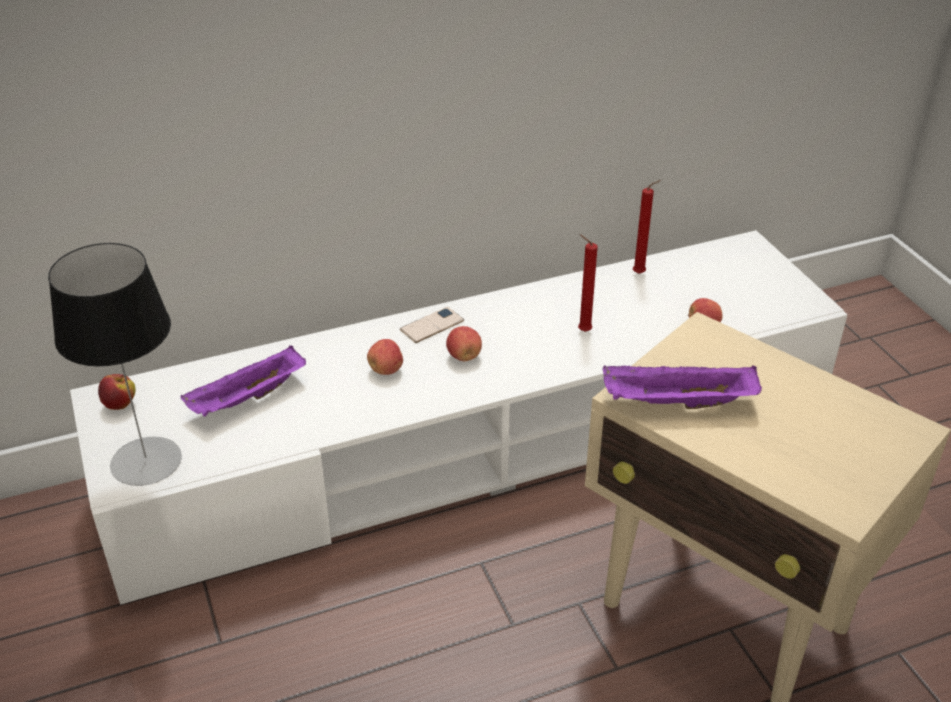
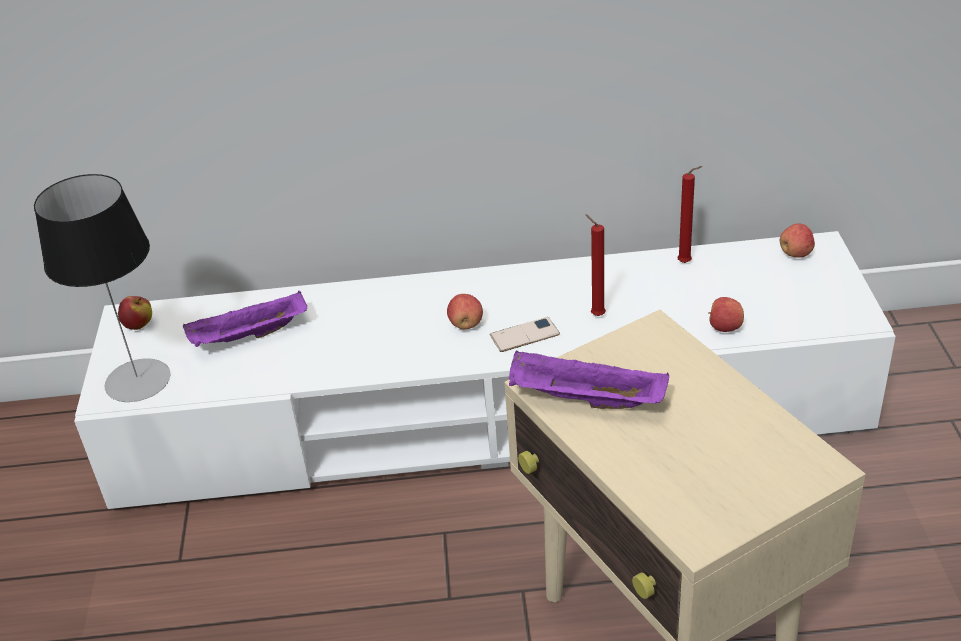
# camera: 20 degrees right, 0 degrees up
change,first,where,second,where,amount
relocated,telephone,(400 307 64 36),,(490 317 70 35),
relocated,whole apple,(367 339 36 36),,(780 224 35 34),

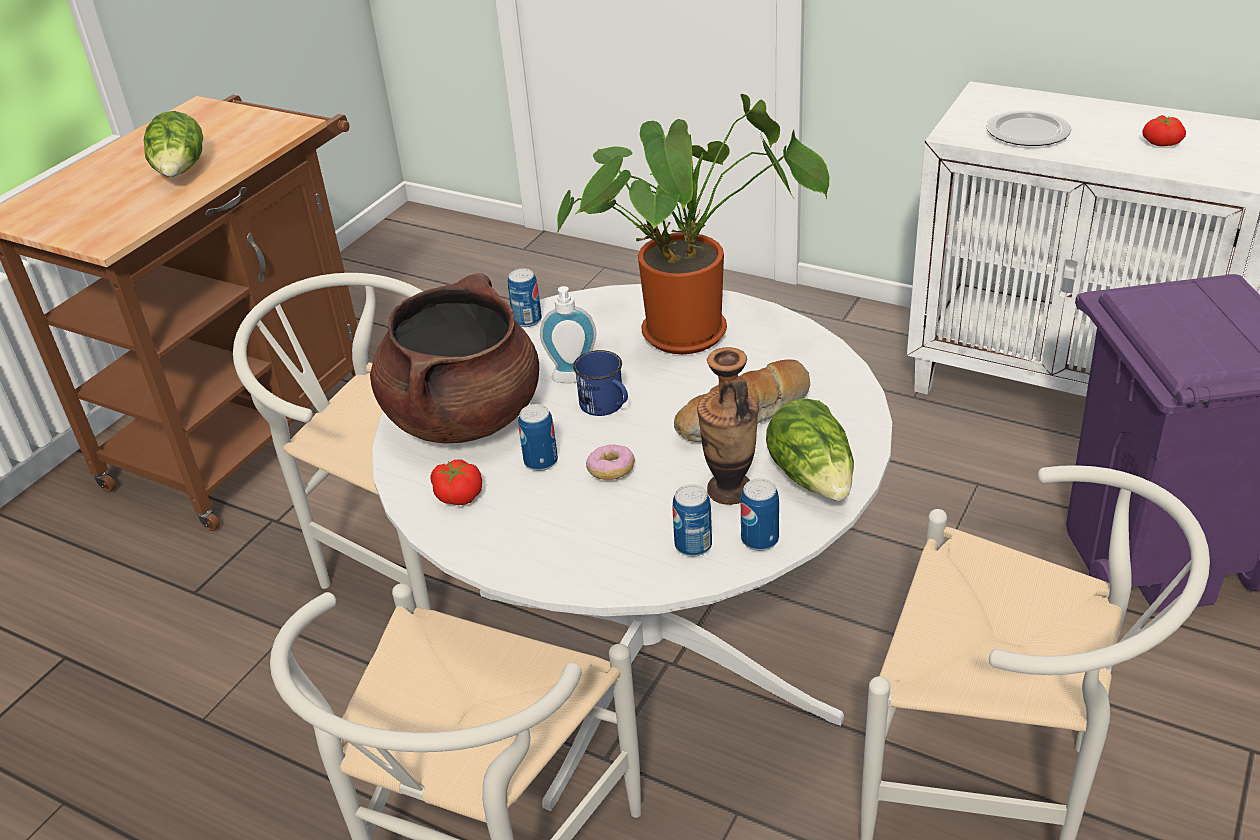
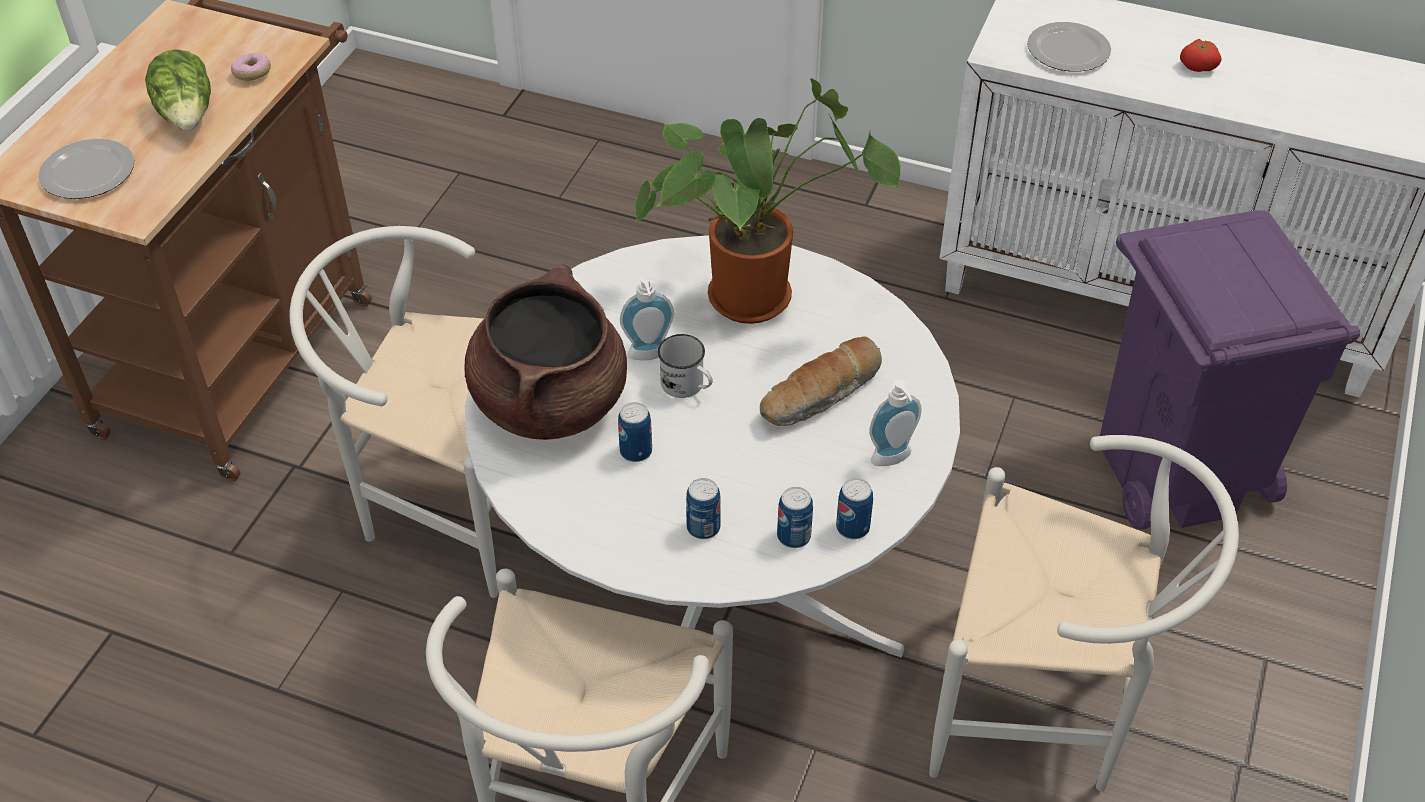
# camera: 10 degrees left, 10 degrees up
change,first,where,second,where,amount
appeared,,,plate,(38 139 96 60),
relocated,doughnut,(586 444 49 36),,(231 53 40 28),
colour,mug (blue),(573 350 55 66),mug (white-coloured),(658 334 55 64),
relocated,can,(508 268 34 59),,(686 478 35 61),
exchanged,lettuce head,(766 398 88 103),soap bottle,(869 379 52 87),
missing,tomato,(431 459 51 46),,,
missing,flower vase,(697 347 62 158),,,

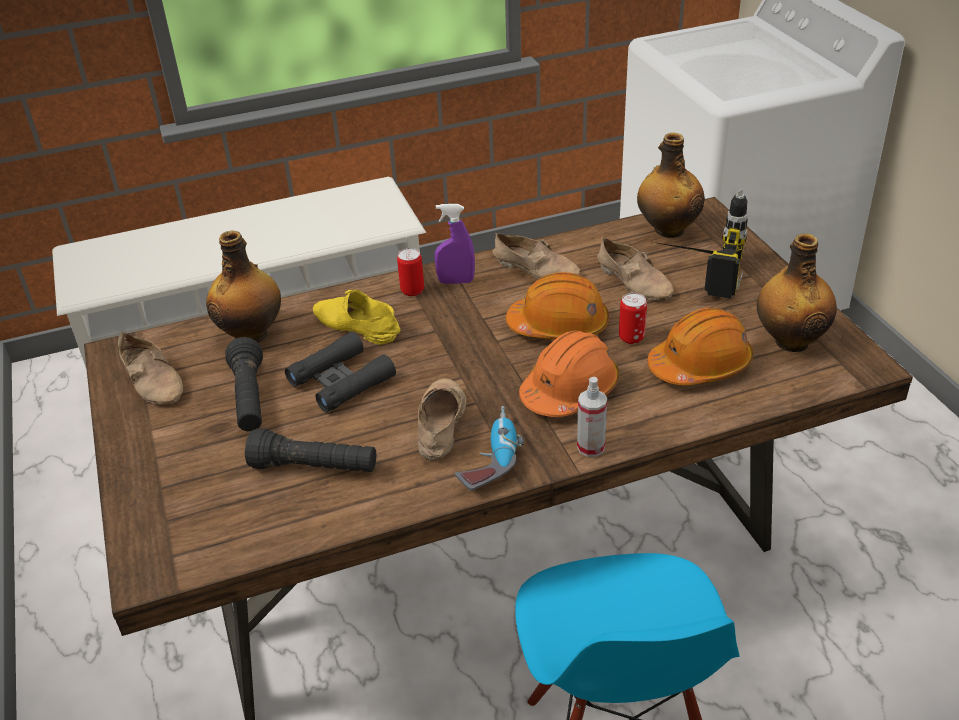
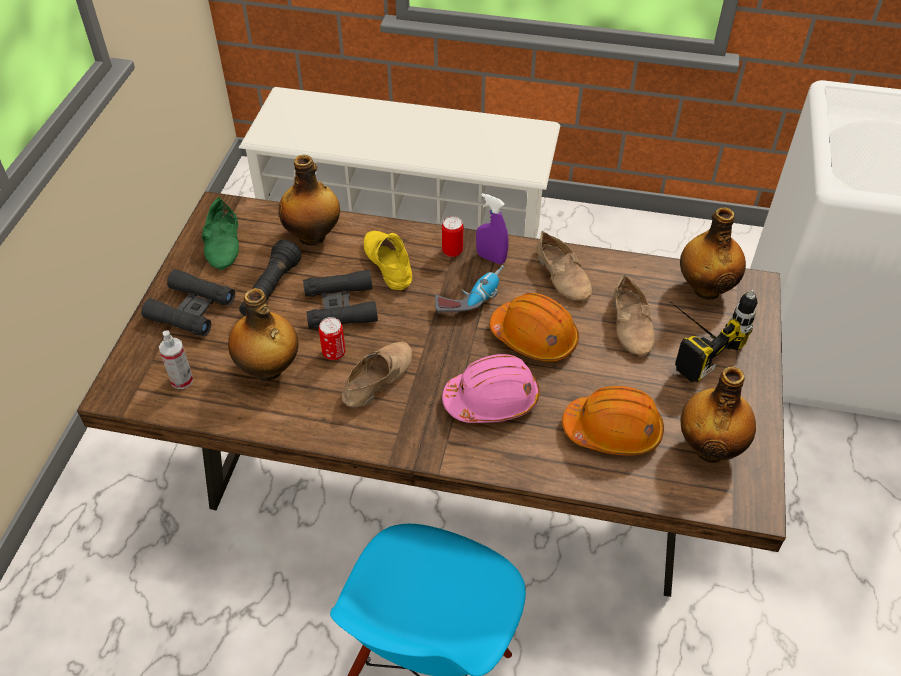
# camera: 30 degrees right, 10 degrees up
change,first,where,second,where,amount
appeared,,,field glasses (blackish),(141 269 94 67),
relocated,hand sprayer,(577 377 30 80),,(159 330 34 59),
colour,shoe (beige),(118 331 65 74),shoe (green-coloured),(202 197 37 73),
exchanged,torch (blackish),(245 428 131 44),beverage bottle,(228 288 70 92),
relocated,can,(619 293 28 51),,(319 317 26 43),
relocated,power drill,(455 406 69 85),,(435 265 69 47),
colour,work helmet (orange-coloured),(519 331 100 86),work helmet (pinkish),(442 354 98 69),

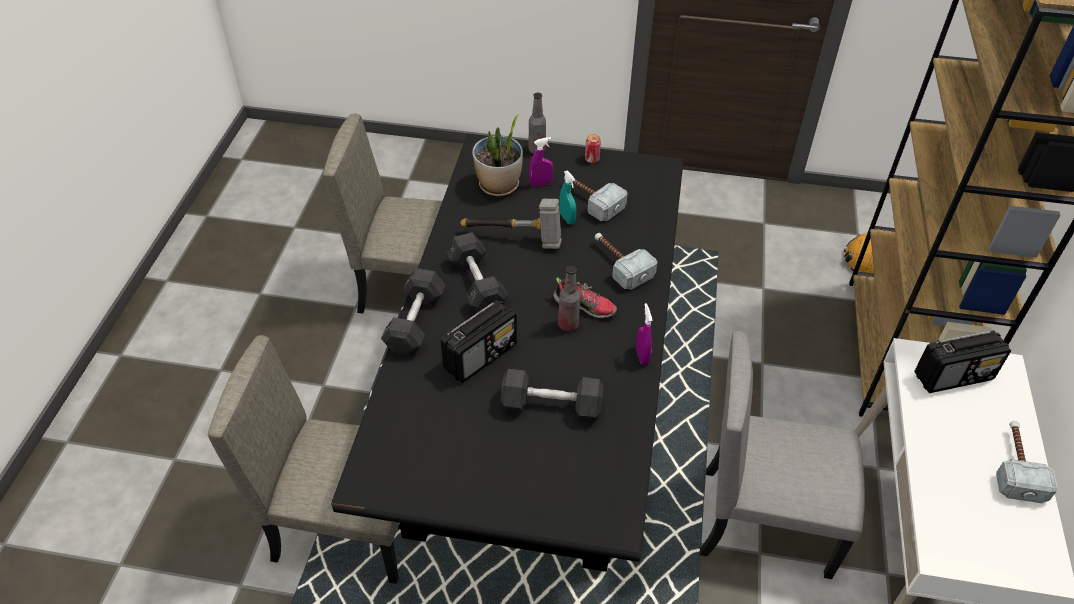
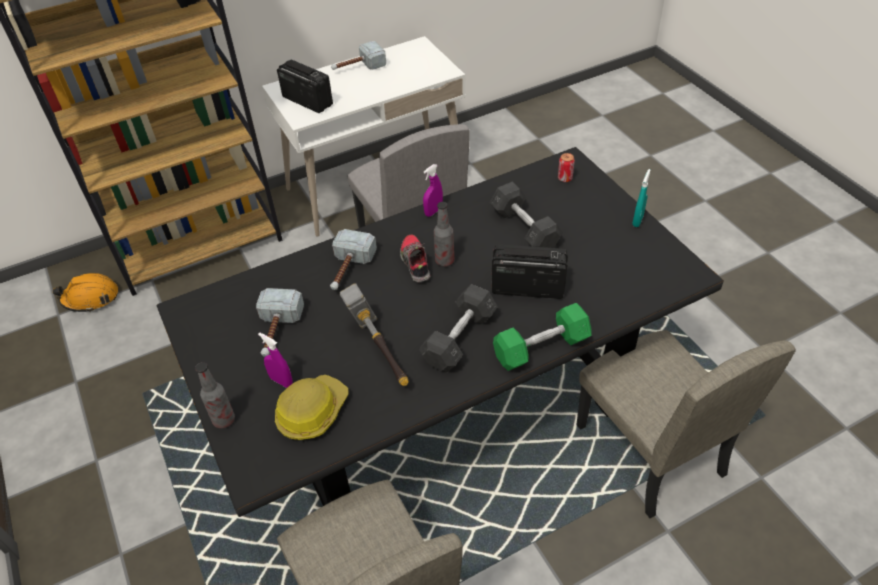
# camera: 125 degrees left, 0 degrees up
change,first,where,second,where,amount
exchanged,houseplant,(472 114 51 82),work helmet,(275 375 73 65),
colour,dumbbell (greyish),(381 268 64 88),dumbbell (green-coloured),(493 303 99 68),
relocated,can,(585 134 16 29),,(558 153 17 29),
relocated,hand sprayer (turquoise-coloured),(559 171 17 54),,(632 169 18 58),

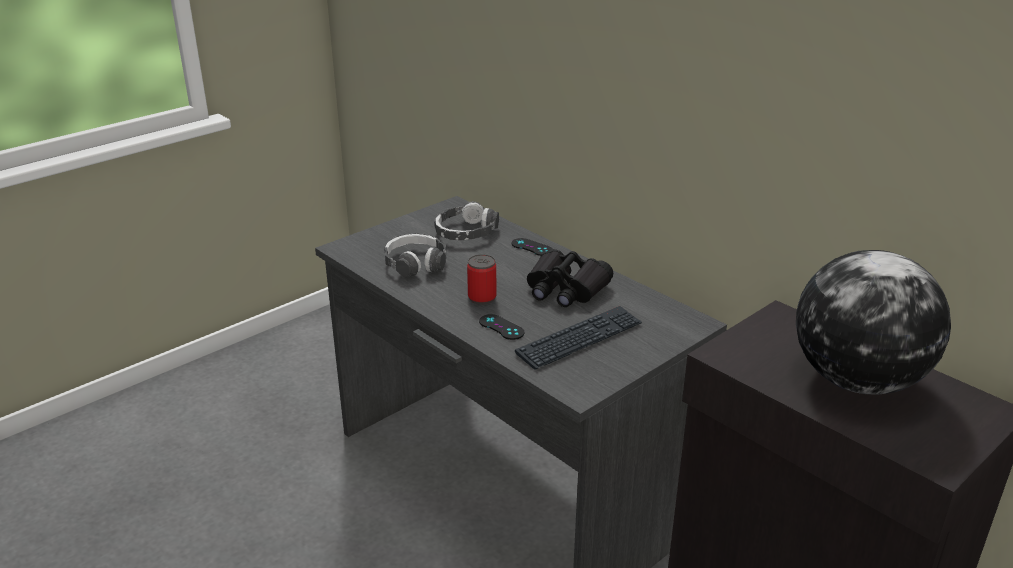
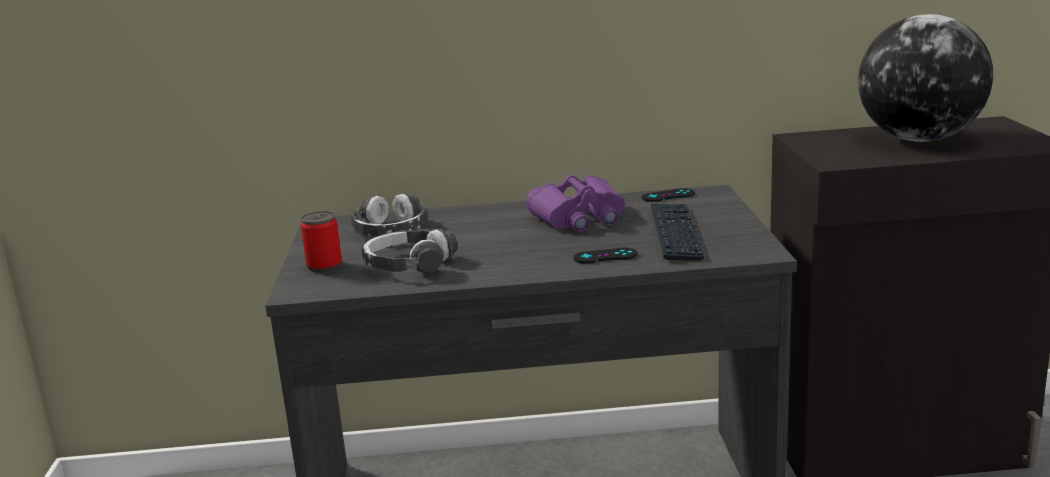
# camera: 50 degrees left, 10 degrees down
change,first,where,second,where,amount
relocated,can,(467 254 29 51),,(300 211 42 61),
colour,field glasses (blackish),(527 249 86 58),field glasses (purple),(526 175 99 57),
relocated,joypad (blackish),(511 238 42 18),,(642 188 53 14),

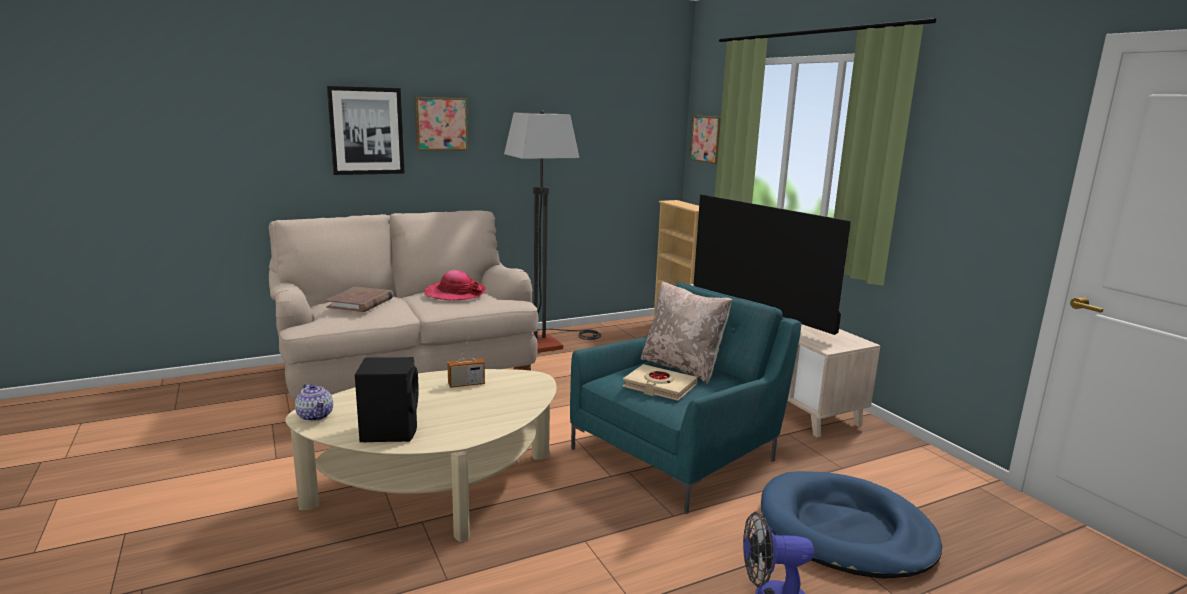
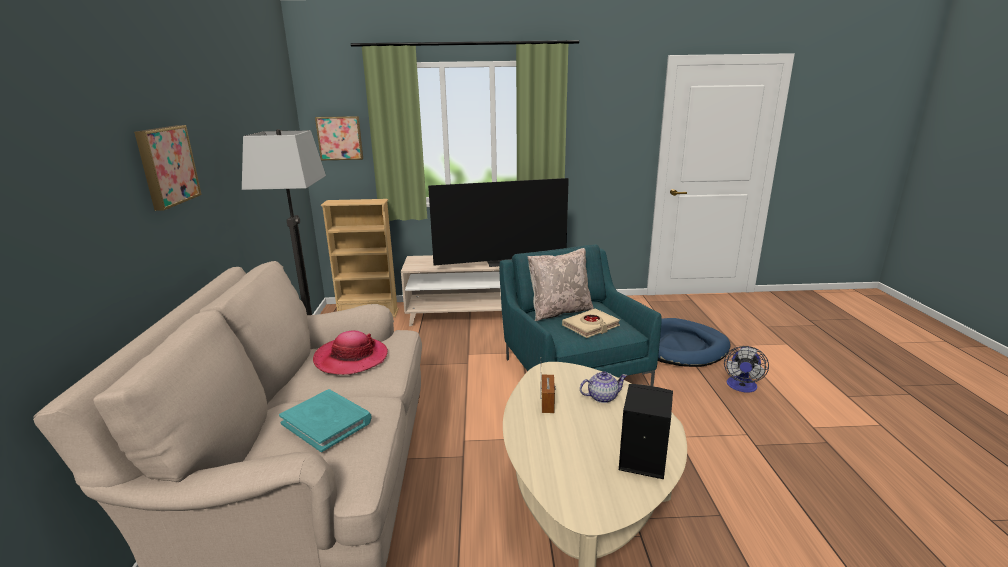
# camera: 65 degrees left, 5 degrees up
change,first,where,second,where,amount
colour,bound book (brown-coloured),(326 286 67 26),bound book (turquoise-coloured),(279 389 93 63),
relocated,pot for tea,(295 383 38 38),,(580 371 47 32),
missing,picture,(327 86 78 89),,,

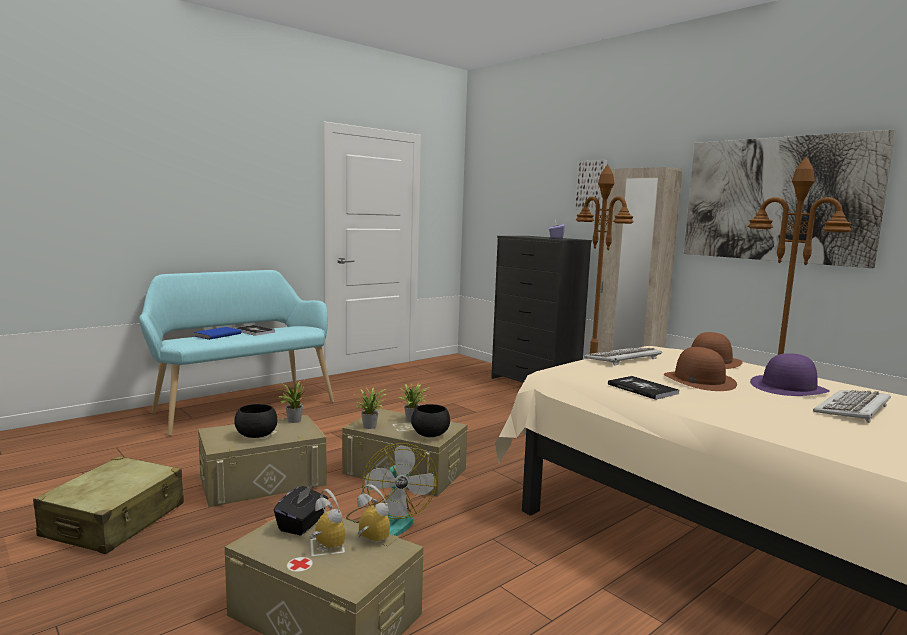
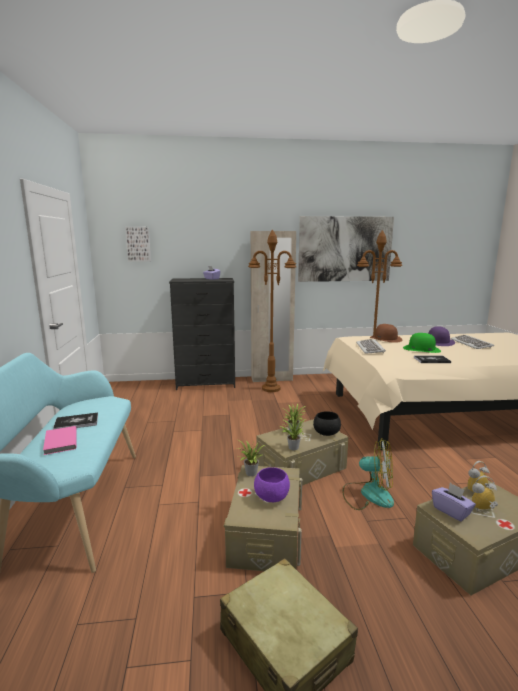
# camera: 55 degrees left, 5 degrees up
change,first,where,second,where,amount
colour,bound book (blue),(194 327 47 13),bound book (pinkish),(43 426 34 29),
relocated,picture,(575 160 32 50),,(125 227 26 35),
colour,bowl (blackish),(234 404 43 34),bowl (purple),(254 467 36 35),
colour,wearable hat (brown-coloured),(664 347 73 44),wearable hat (green-coloured),(403 333 38 20),
colour,tissue box (blackish),(274 484 54 52),tissue box (purple),(432 483 44 38),

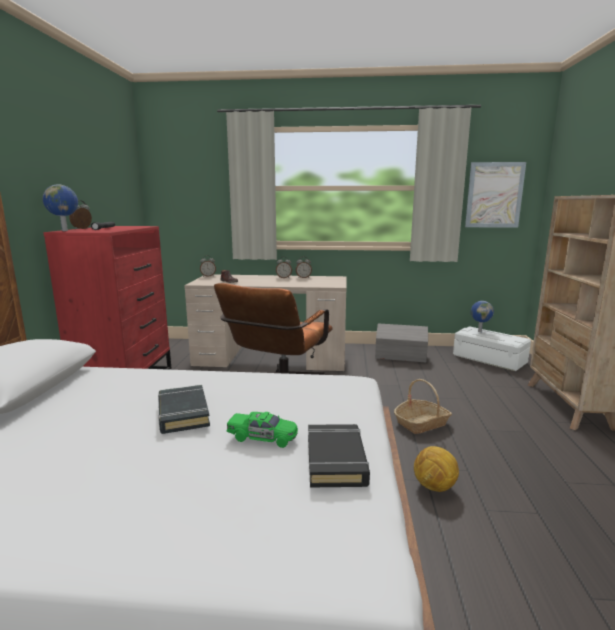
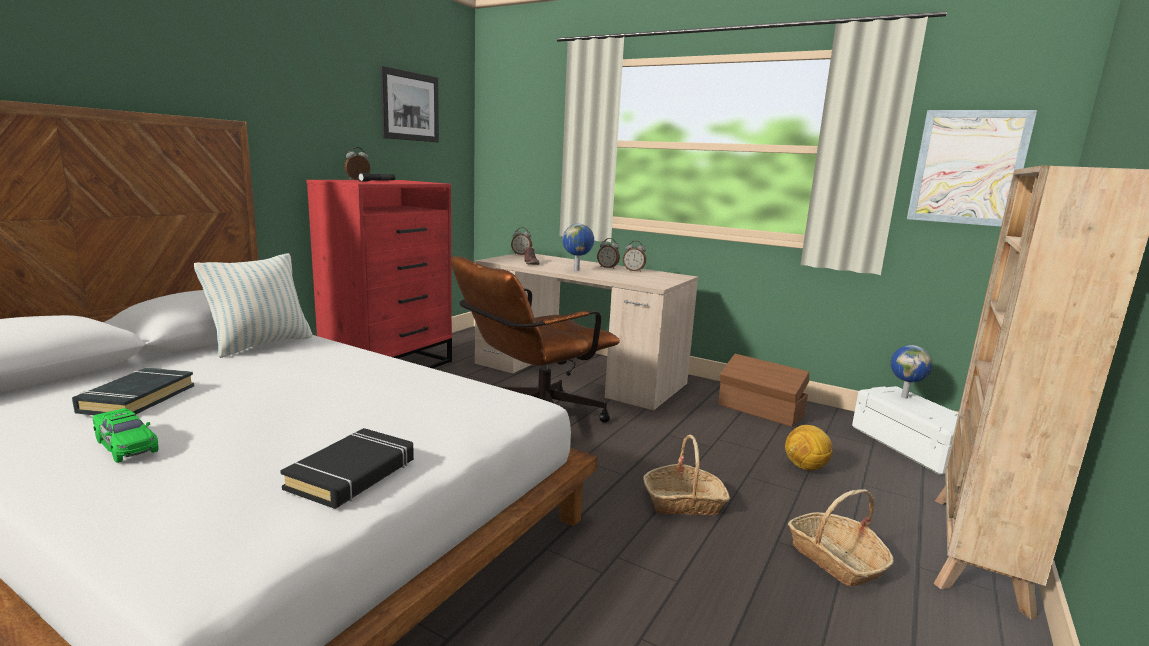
# camera: 25 degrees right, 0 degrees up
change,first,where,second,where,amount
relocated,bound book (blackish),(158 385 52 49),,(72 368 122 47),
relocated,toy car (green-coloured),(227 412 71 36),,(93 408 66 55),
appeared,,,throw pillow,(194 253 119 105),
appeared,,,picture,(380 66 59 76),
relocated,globe,(42 184 36 47),,(562 224 32 47),
colour,storage container (greyish),(375 324 53 38),storage container (brown-coloured),(718 354 91 73),
relocated,football ball,(414 446 45 46),,(785 425 48 46),
appeared,,,basket,(788 489 106 98),

